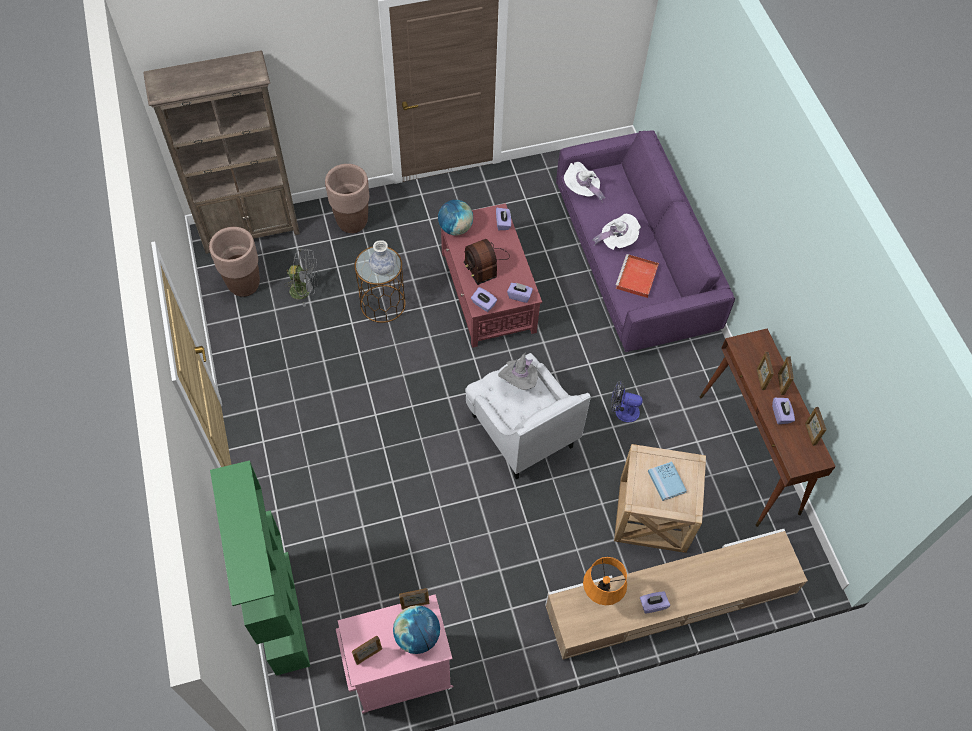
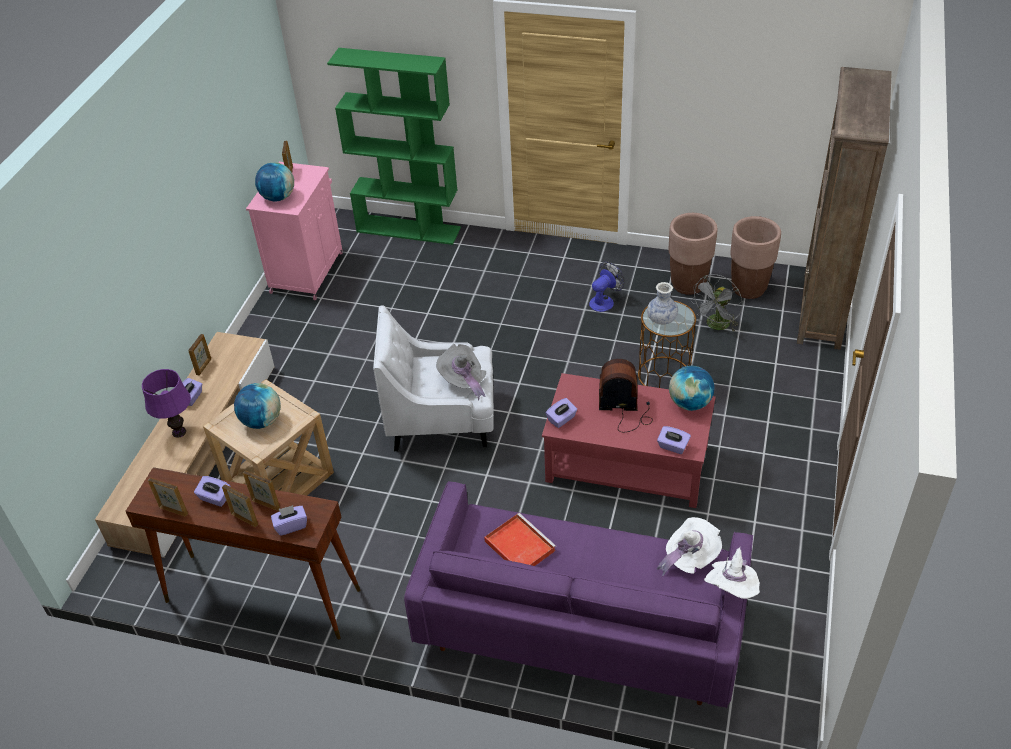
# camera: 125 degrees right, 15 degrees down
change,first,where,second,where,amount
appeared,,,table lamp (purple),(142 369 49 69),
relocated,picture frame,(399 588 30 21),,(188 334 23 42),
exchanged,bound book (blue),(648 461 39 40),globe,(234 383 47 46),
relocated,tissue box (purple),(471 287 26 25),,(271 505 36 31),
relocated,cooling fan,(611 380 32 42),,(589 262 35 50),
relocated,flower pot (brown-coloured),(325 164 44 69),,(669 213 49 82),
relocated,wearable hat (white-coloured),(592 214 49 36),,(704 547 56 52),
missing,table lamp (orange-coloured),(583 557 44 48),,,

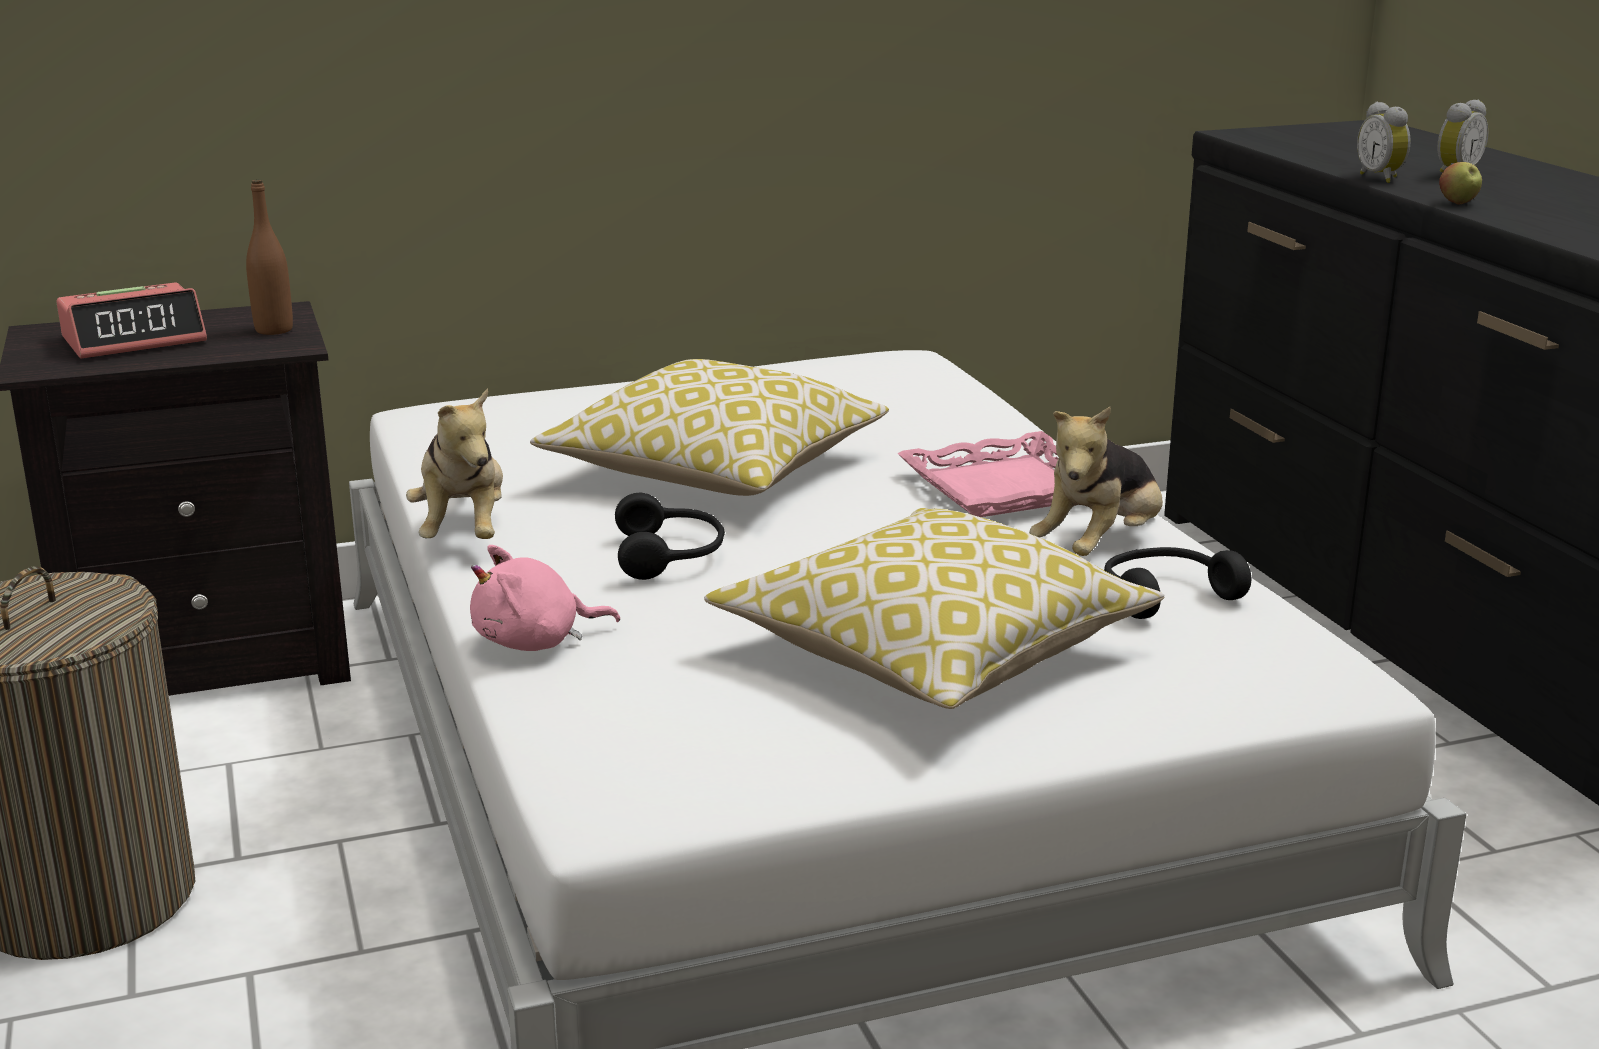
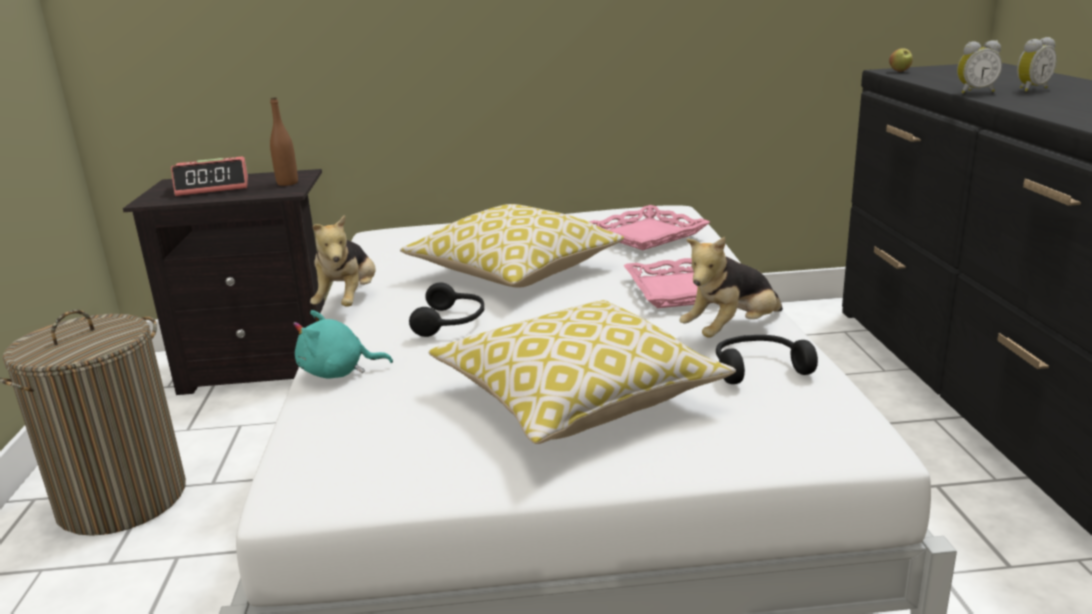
# camera: 15 degrees right, 0 degrees up
change,first,where,second,where,amount
colour,plush toy (pinkish),(470 545 150 106),plush toy (turquoise-coloured),(293 310 100 69),
appeared,,,serving tray (pinkish),(589 205 121 45),
relocated,whole apple,(1439 162 43 43),,(889 48 24 24),
spun,bedside clock,(1357 102 54 81),,(957 40 46 54),90 degrees counterclockwise

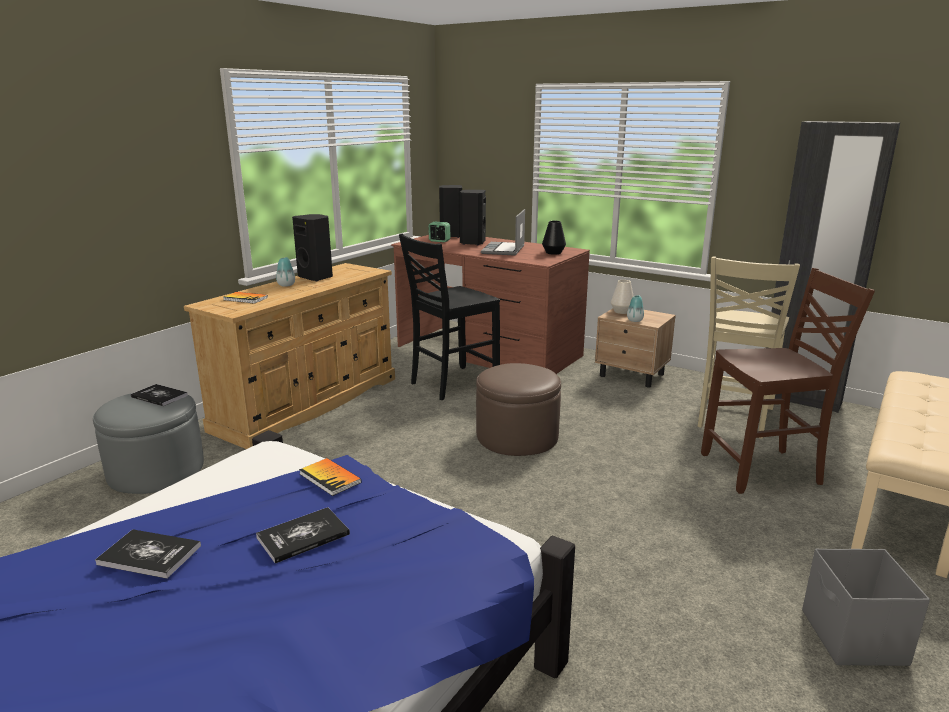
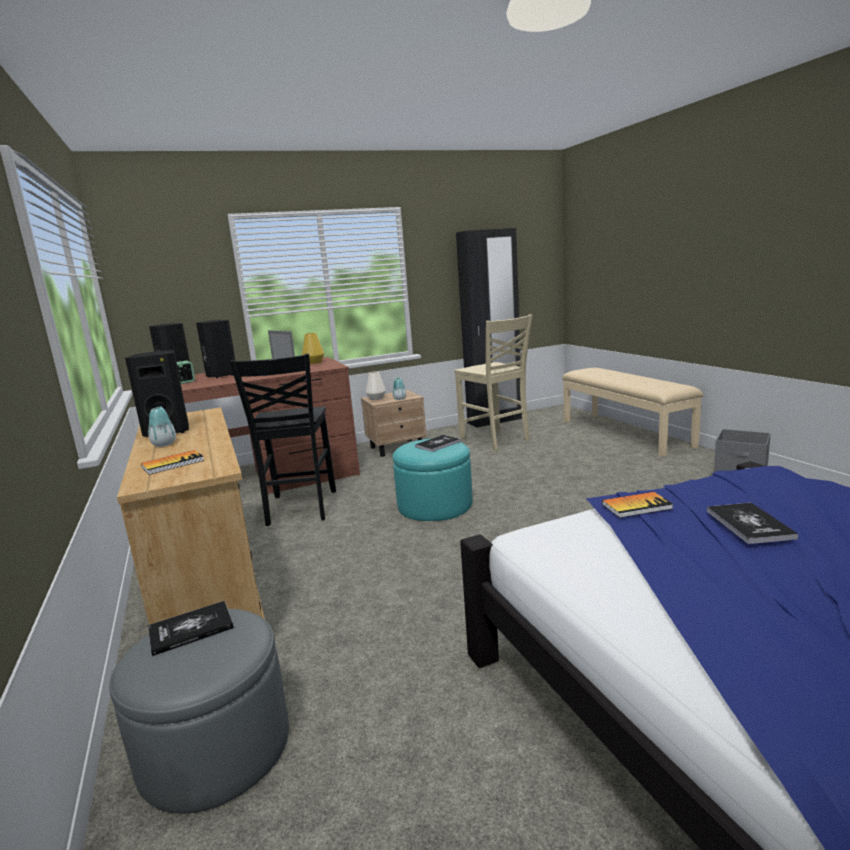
# camera: 55 degrees left, 5 degrees down
change,first,where,second,where,amount
colour,flower vase (blackish),(542 221 24 34),flower vase (yellow-coloured),(302 333 22 31),
colour,ottoman (brown-coloured),(476 363 85 93),ottoman (turquoise-coloured),(393 438 80 83),
relocated,bound book,(95 529 106 50),,(415 435 46 17),
missing,upright chair (brown-coloured),(701 268 174 226),,,

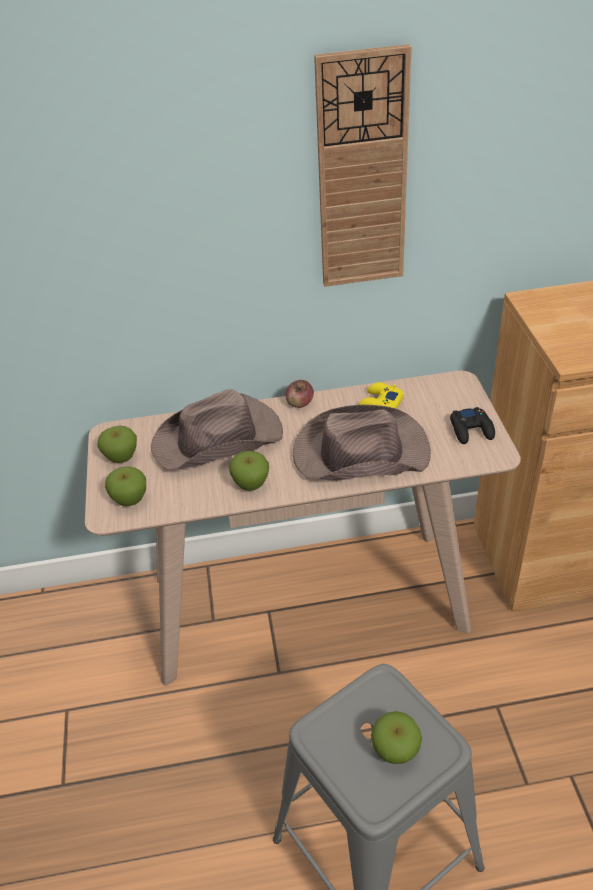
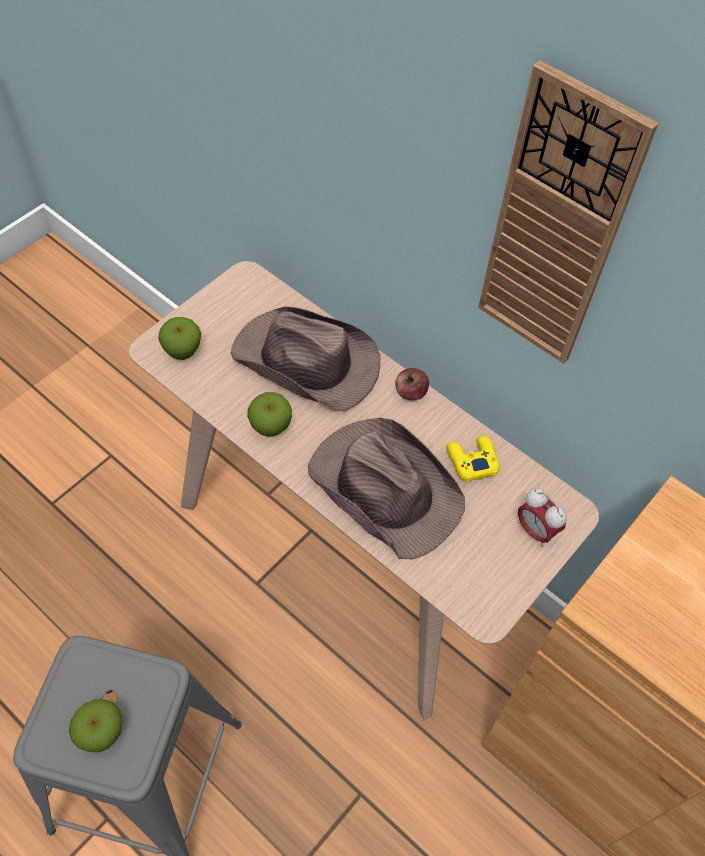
# camera: 45 degrees right, 15 degrees up
change,first,where,second,where,amount
appeared,,,bedside clock,(518 488 49 59),
missing,whole apple,(97 426 40 37),,,
missing,joypad (blackish),(450 407 45 37),,,

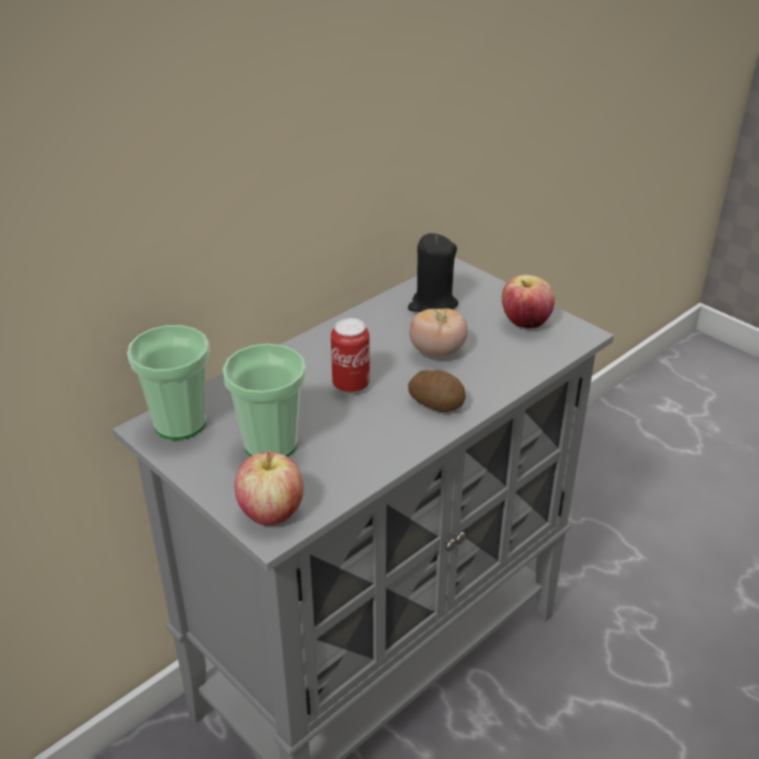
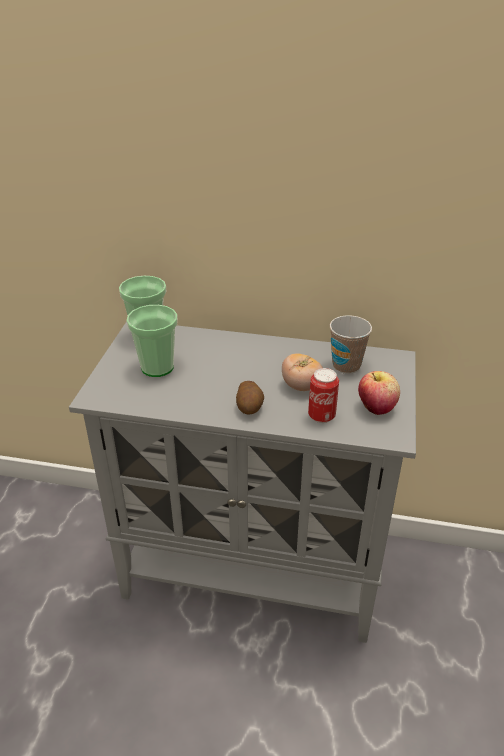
# camera: 55 degrees right, 0 degrees up
change,first,where,second,where,amount
relocated,can,(331 318 39 76),,(308 368 31 55),
exchanged,wax candle (blackish),(408 233 50 79),drinking cup,(330 315 42 59),
missing,whole apple,(235 451 69 74),,,

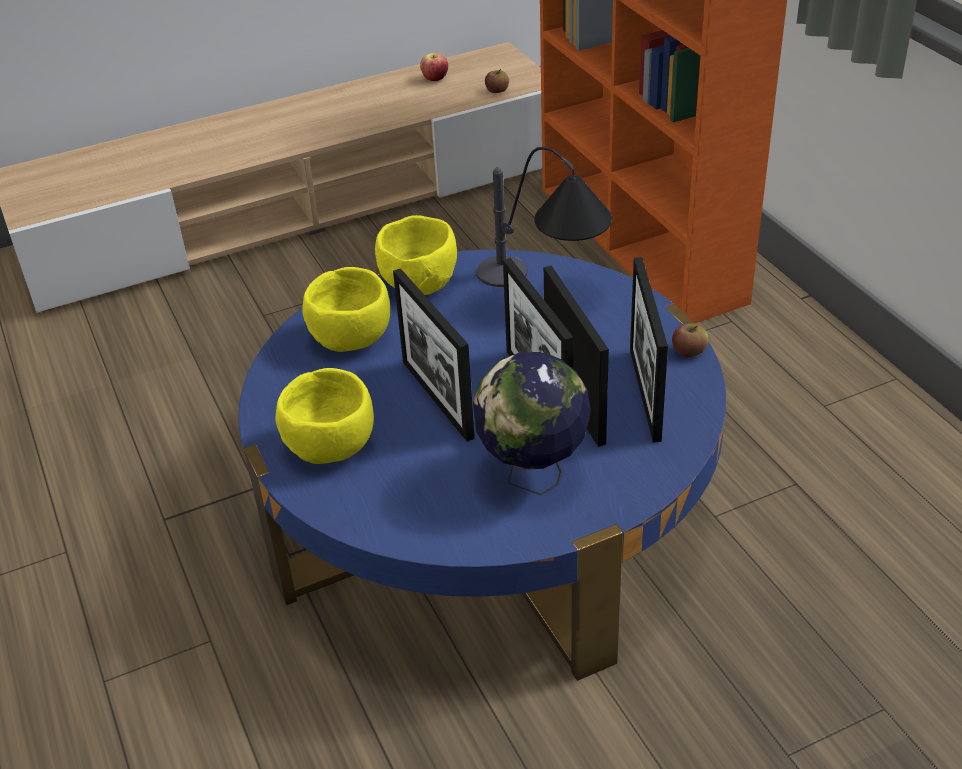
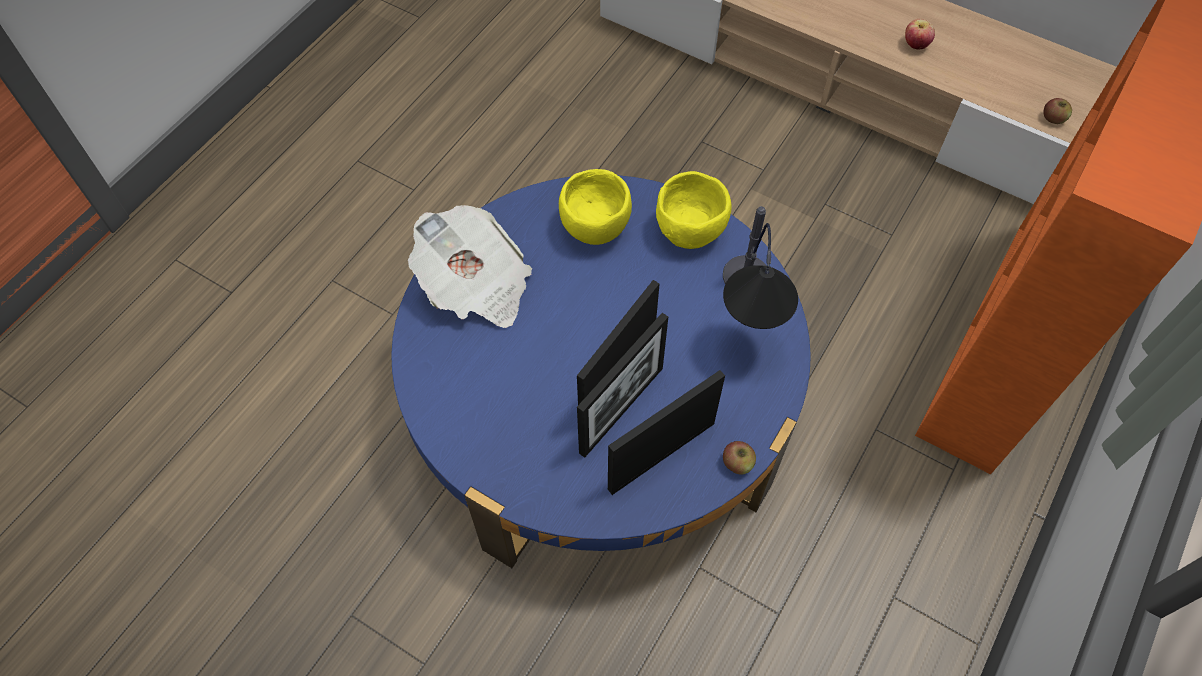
# camera: 55 degrees right, 20 degrees up
change,first,where,second,where,amount
exchanged,bowl (yellow-coloured),(275 368 99 96),printed paper,(408 205 124 123),
relocated,whole apple,(420 53 28 28),,(905 19 30 31),
missing,picture frame,(393 268 82 174),,,
missing,globe,(473 352 118 143),,,

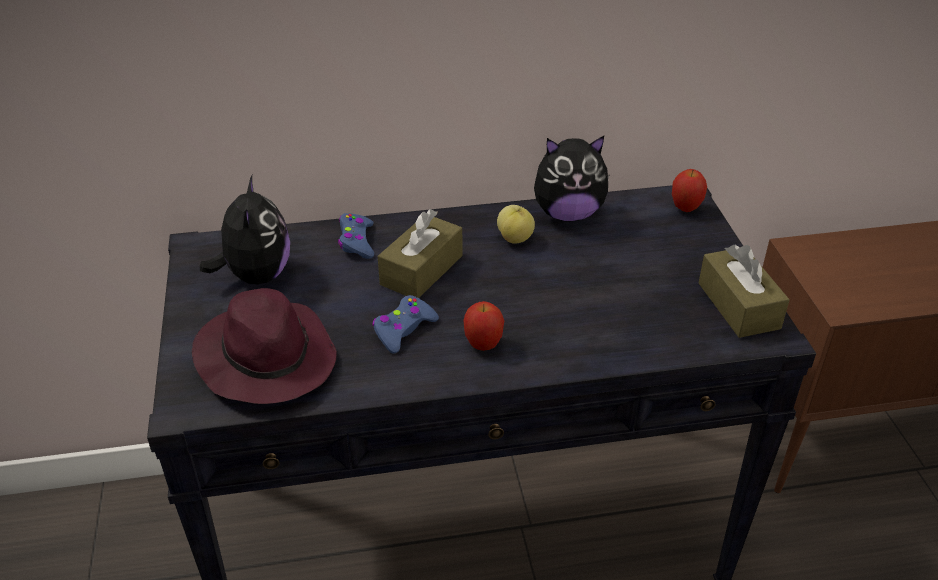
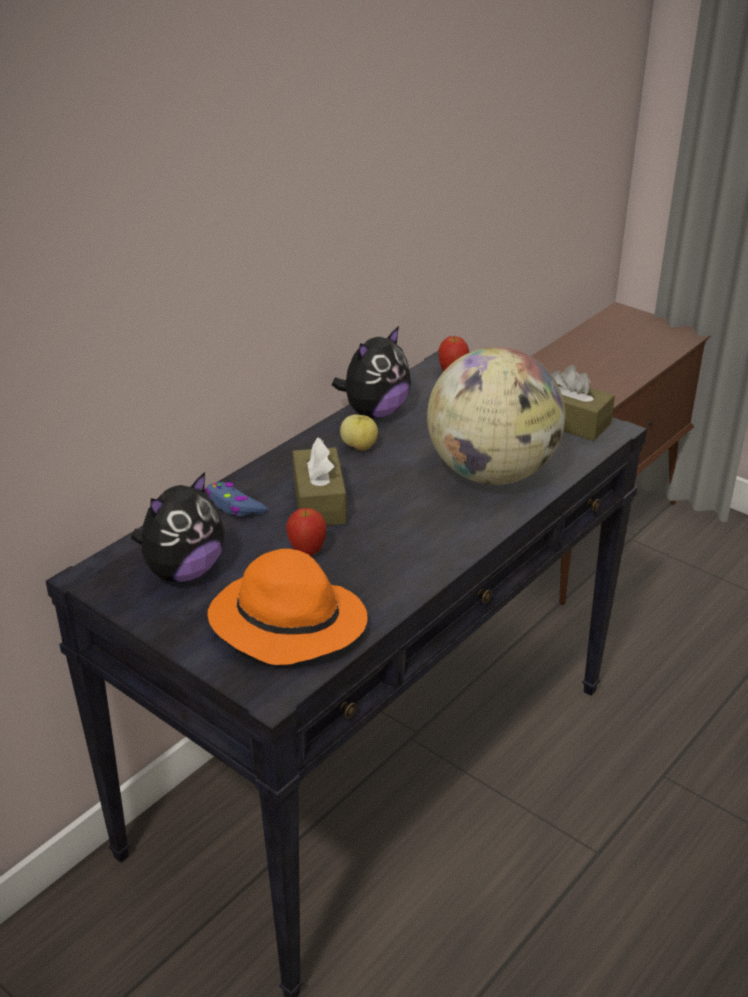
# camera: 40 degrees left, 5 degrees down
change,first,where,second,where,amount
spun,plush toy,(200 175 90 109),,(131 472 93 110),90 degrees clockwise
colour,wearable hat (purple),(192 288 145 116),wearable hat (orange-coloured),(208 549 159 116),
relocated,whole apple,(463 301 41 50),,(286 508 41 48),
appeared,,,globe,(427 347 138 138),
missing,joypad (blue),(372 295 67 58),,,

